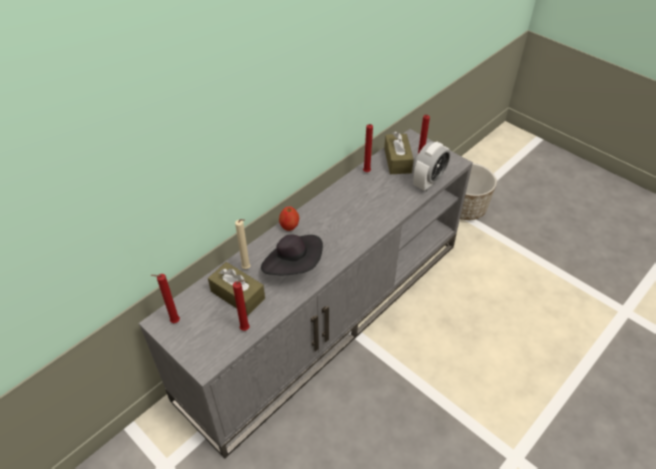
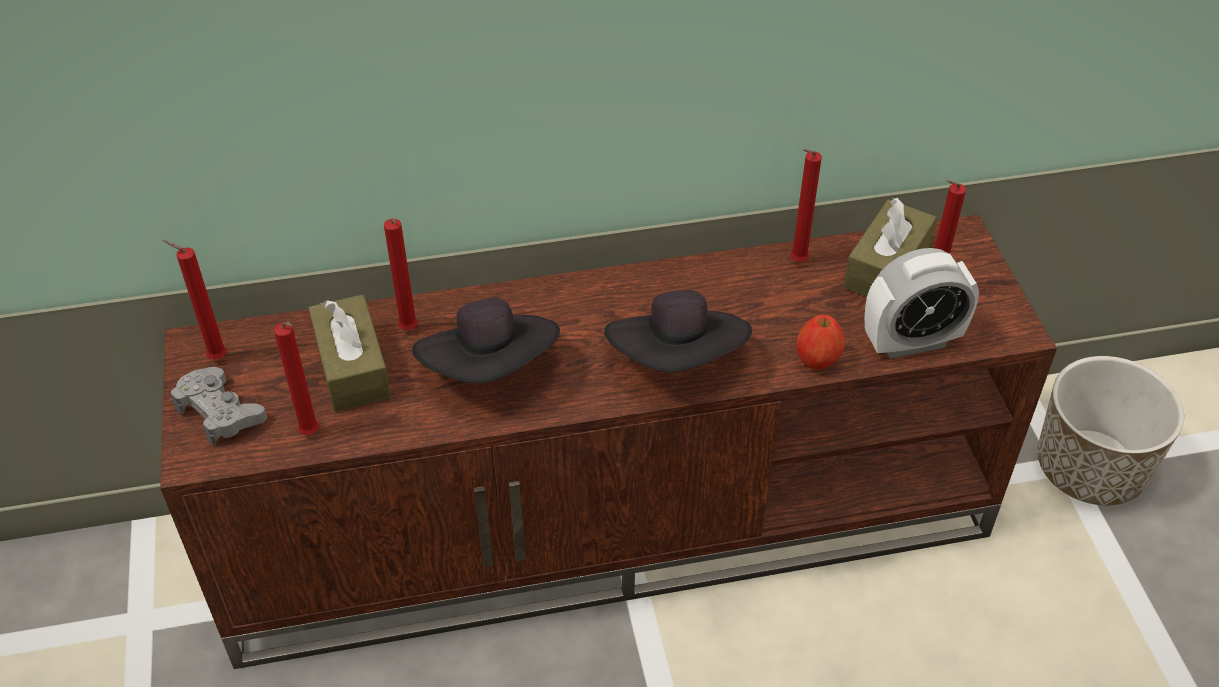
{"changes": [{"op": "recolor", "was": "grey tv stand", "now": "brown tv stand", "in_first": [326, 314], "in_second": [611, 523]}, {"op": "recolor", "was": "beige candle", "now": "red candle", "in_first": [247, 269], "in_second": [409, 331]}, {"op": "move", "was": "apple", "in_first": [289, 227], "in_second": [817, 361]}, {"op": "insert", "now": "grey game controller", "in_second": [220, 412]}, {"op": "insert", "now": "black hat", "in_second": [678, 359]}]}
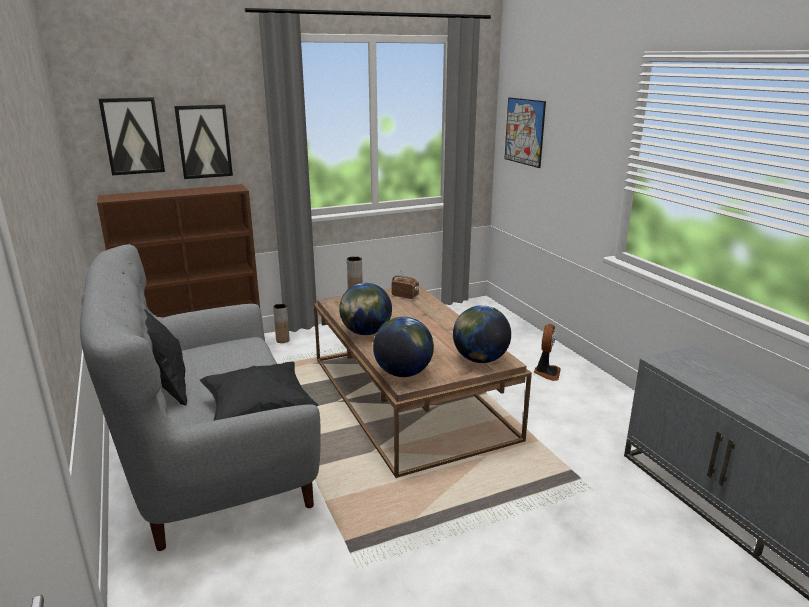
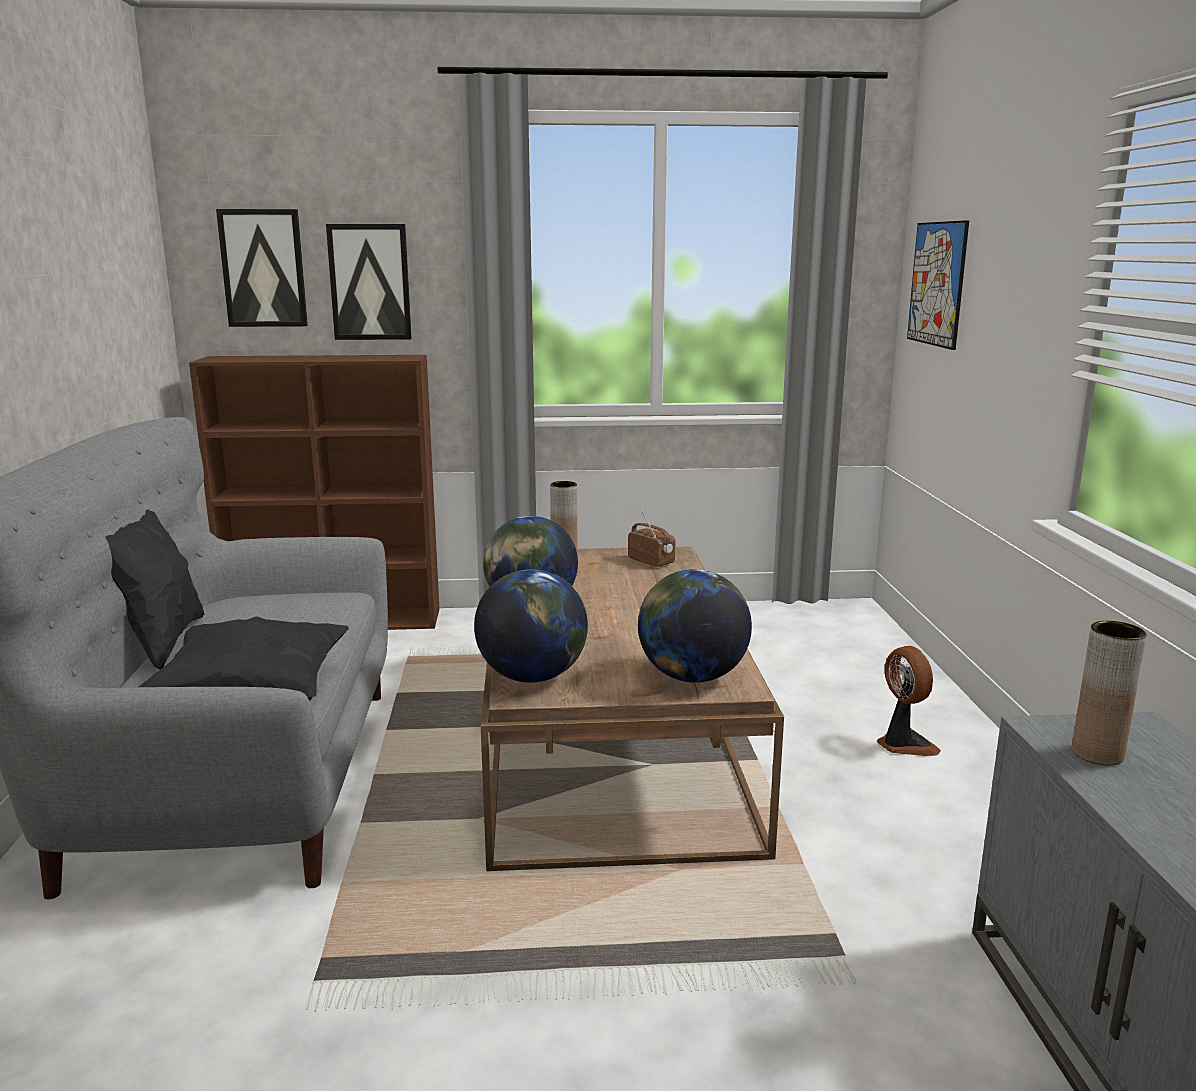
{"changes": [{"op": "move", "was": "brown vase", "in_first": [282, 340], "in_second": [1097, 754]}, {"op": "rotate", "was": "fan", "in_first": [546, 372], "in_second": [903, 744], "clockwise": -60}]}
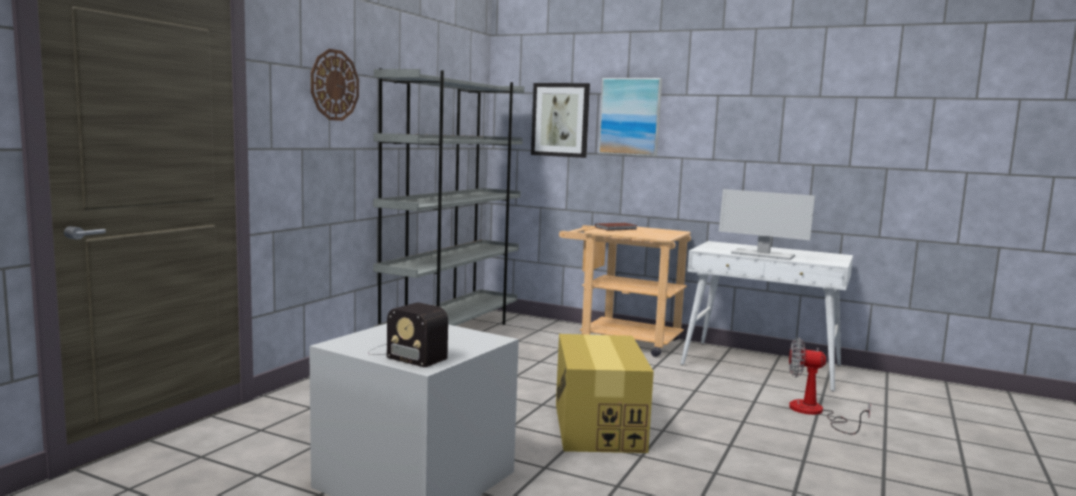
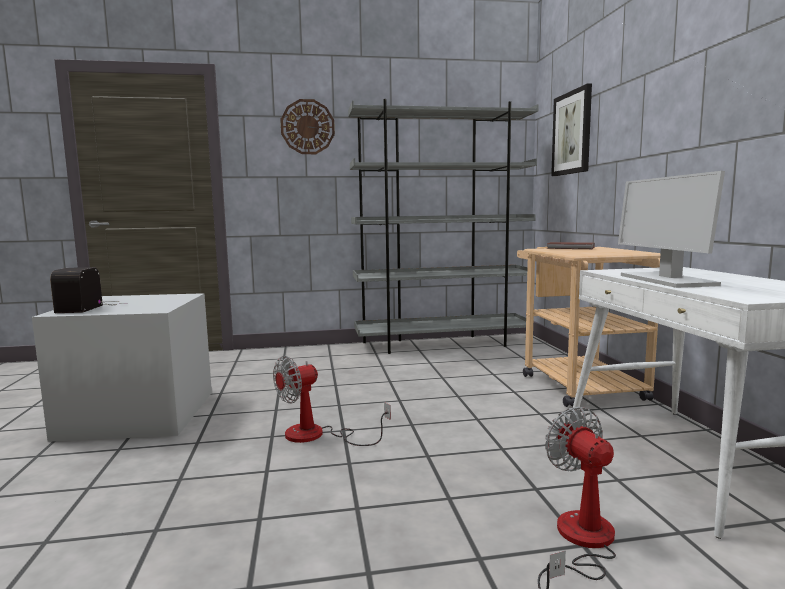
{"changes": [{"op": "replace", "was": "cardboard box", "now": "fan", "in_first": [598, 426], "in_second": [317, 435]}, {"op": "delete", "was": "picture", "in_first": [630, 116]}]}
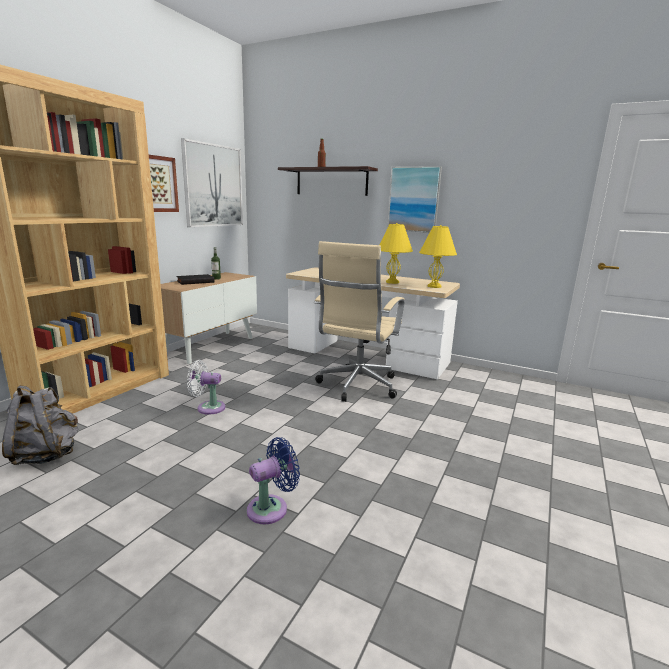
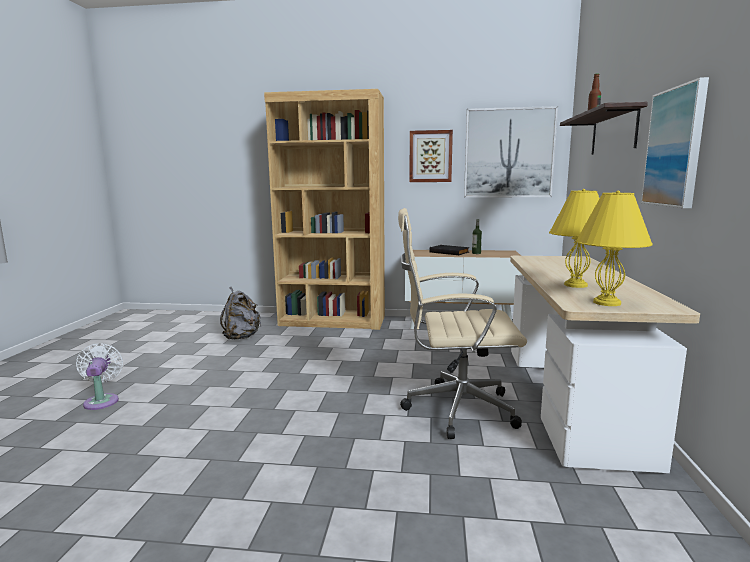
{"changes": [{"op": "move", "was": "white fan", "in_first": [208, 407], "in_second": [102, 400]}, {"op": "delete", "was": "blue fan", "in_first": [271, 508]}]}
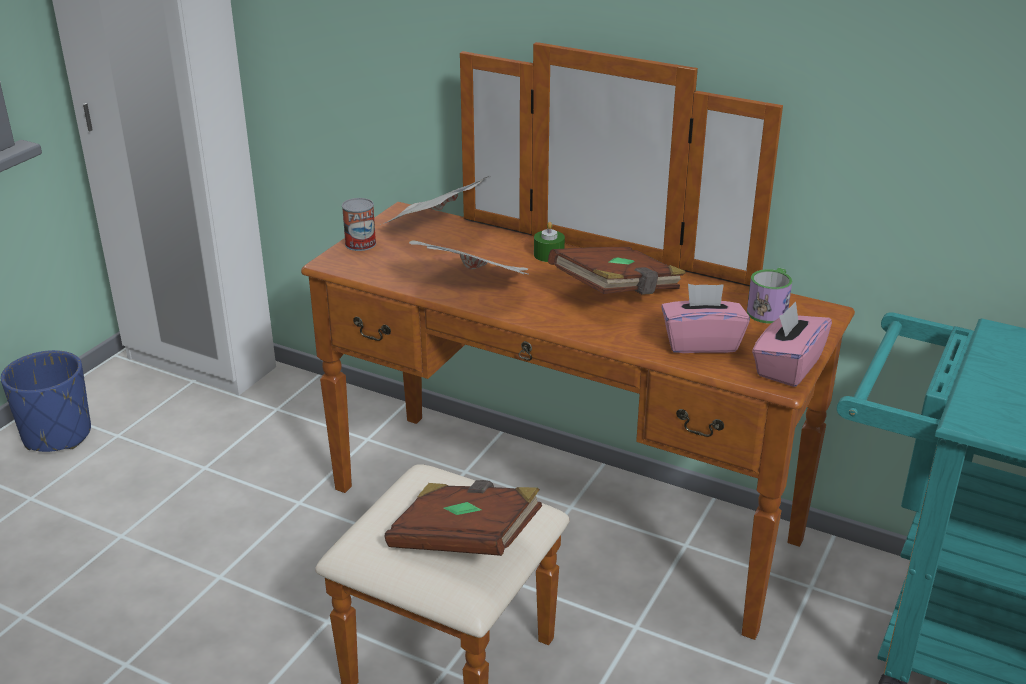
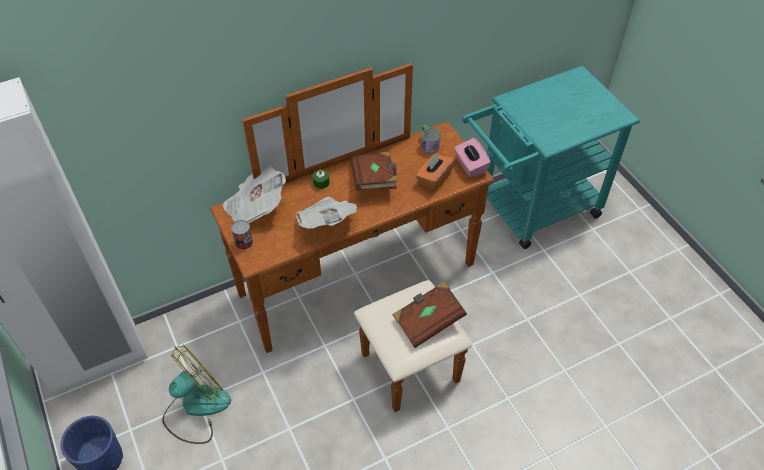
{"changes": [{"op": "recolor", "was": "pink tissue box", "now": "orange tissue box", "in_first": [701, 343], "in_second": [434, 179]}, {"op": "insert", "now": "fan", "in_second": [196, 408]}]}
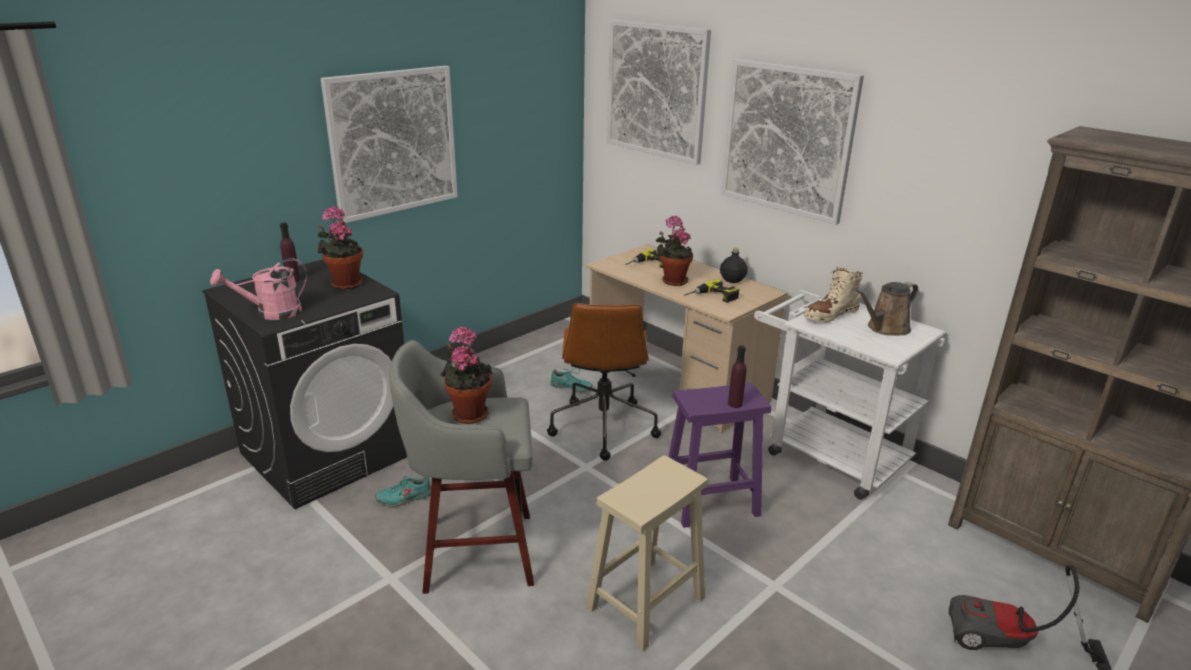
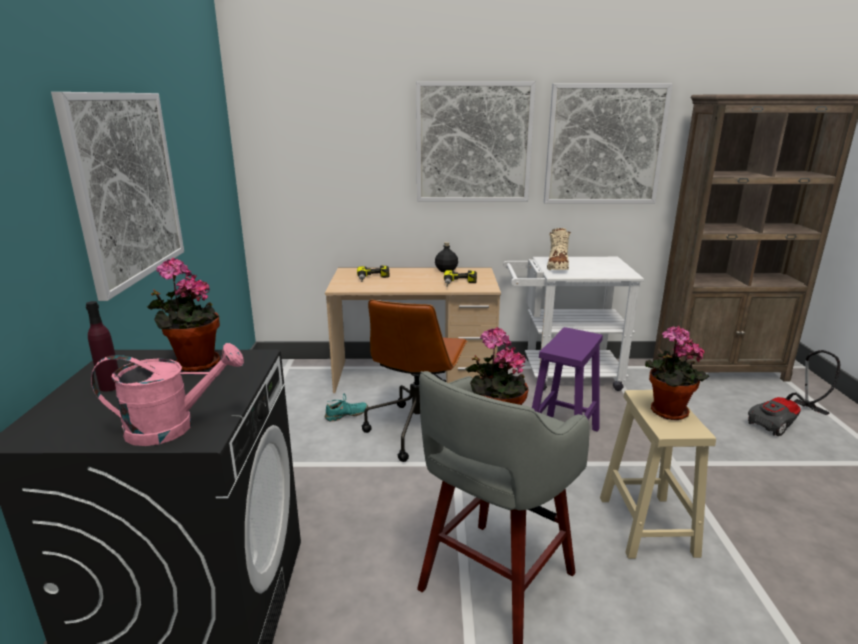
{"changes": [{"op": "rotate", "was": "pink watering can", "in_first": [271, 313], "in_second": [173, 427], "clockwise": -120}, {"op": "delete", "was": "turquoise shoe", "in_first": [404, 498]}, {"op": "rotate", "was": "brown office chair", "in_first": [603, 426], "in_second": [417, 429], "clockwise": 60}, {"op": "move", "was": "picture", "in_first": [656, 90], "in_second": [604, 145]}, {"op": "move", "was": "potted plant", "in_first": [672, 281], "in_second": [666, 412]}, {"op": "delete", "was": "purple bottle", "in_first": [735, 404]}, {"op": "delete", "was": "brown watering can", "in_first": [885, 328]}]}
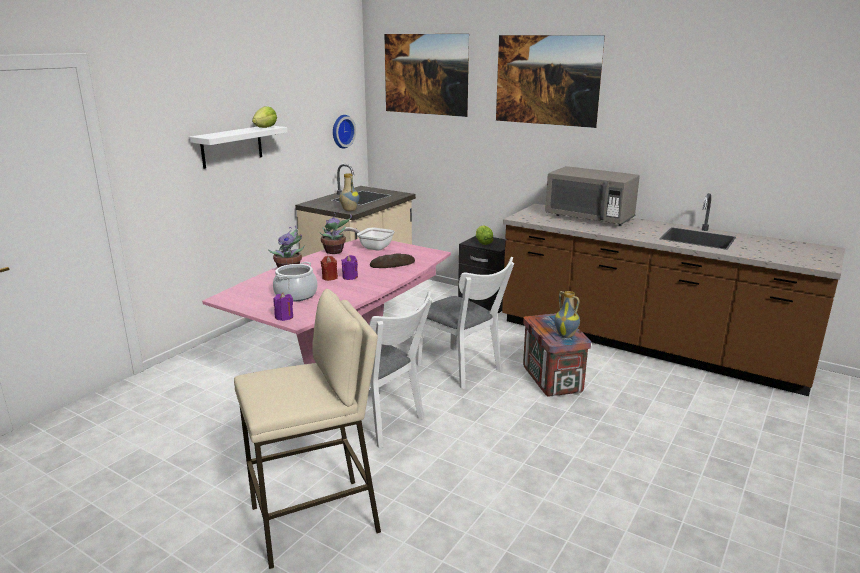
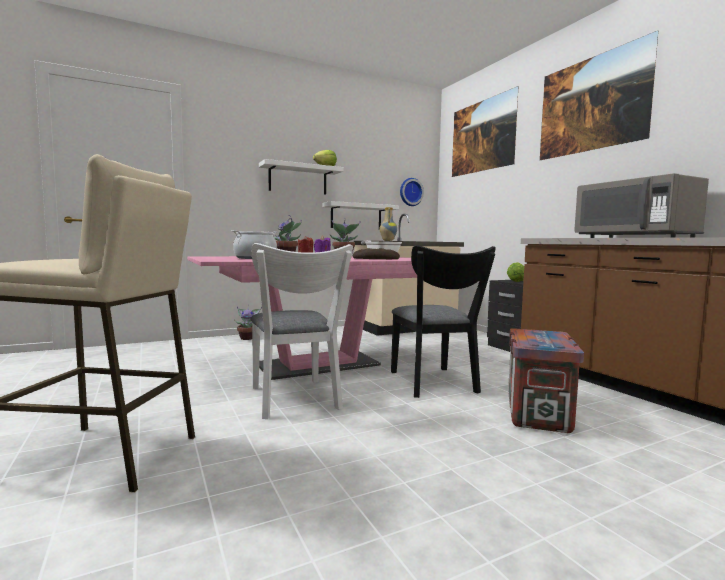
{"changes": [{"op": "delete", "was": "purple candle", "in_first": [284, 317]}, {"op": "recolor", "was": "white chair", "now": "black chair", "in_first": [462, 369], "in_second": [435, 384]}, {"op": "delete", "was": "vase", "in_first": [566, 335]}, {"op": "insert", "now": "potted plant", "in_second": [248, 338]}, {"op": "insert", "now": "white shelf", "in_second": [356, 216]}]}
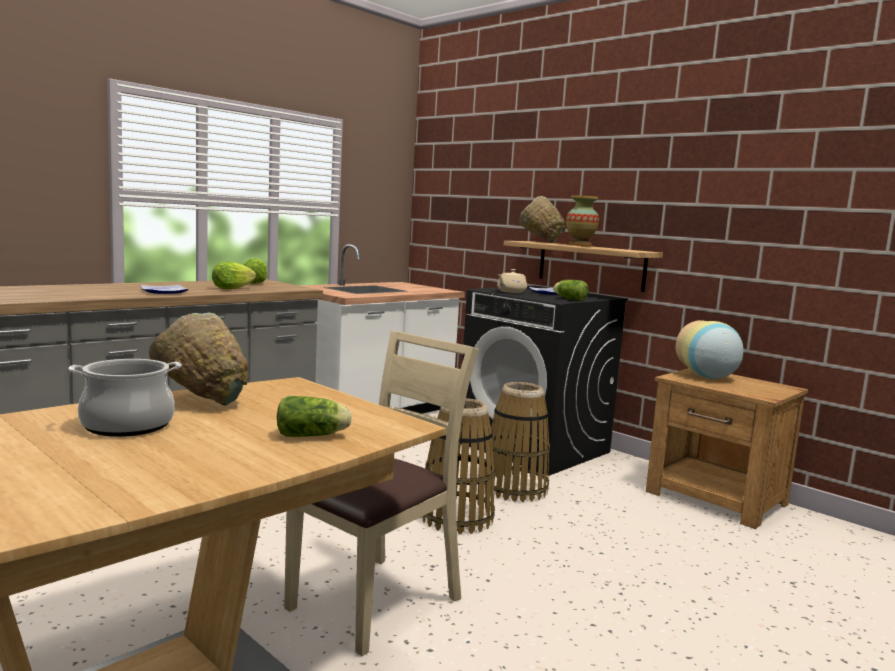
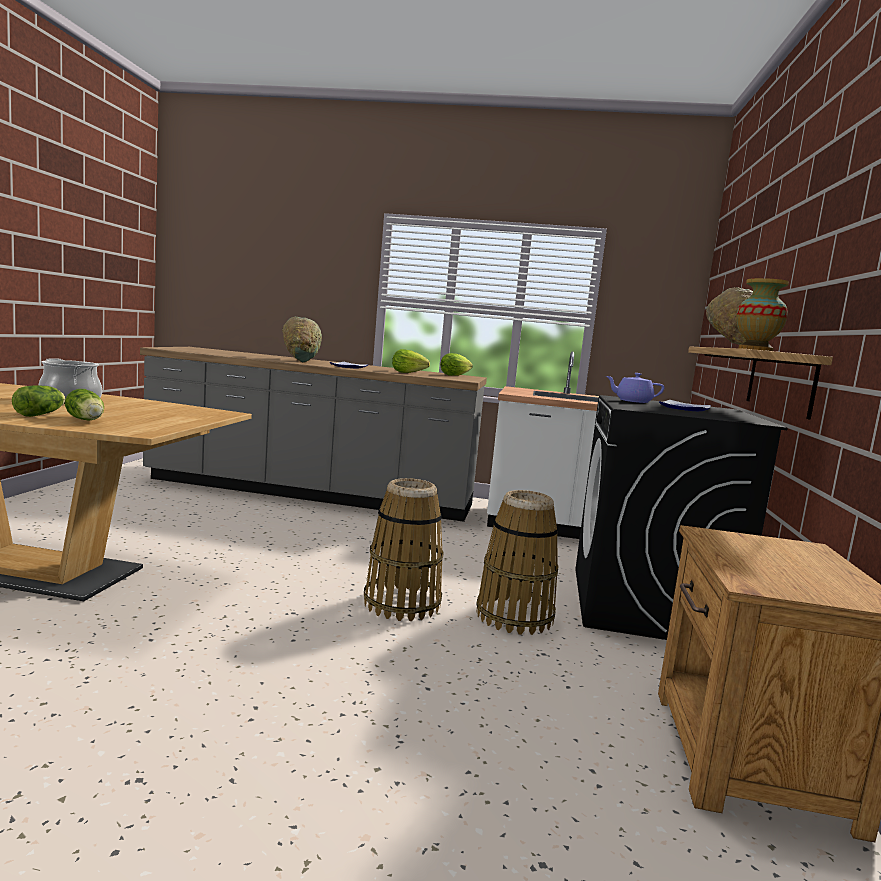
{"changes": [{"op": "move", "was": "green bowl", "in_first": [201, 402], "in_second": [300, 361]}, {"op": "delete", "was": "beige chair", "in_first": [375, 602]}, {"op": "recolor", "was": "beige teapot", "now": "purple teapot", "in_first": [511, 292], "in_second": [632, 401]}, {"op": "move", "was": "lettuce", "in_first": [569, 299], "in_second": [42, 414]}, {"op": "delete", "was": "vase", "in_first": [708, 377]}]}
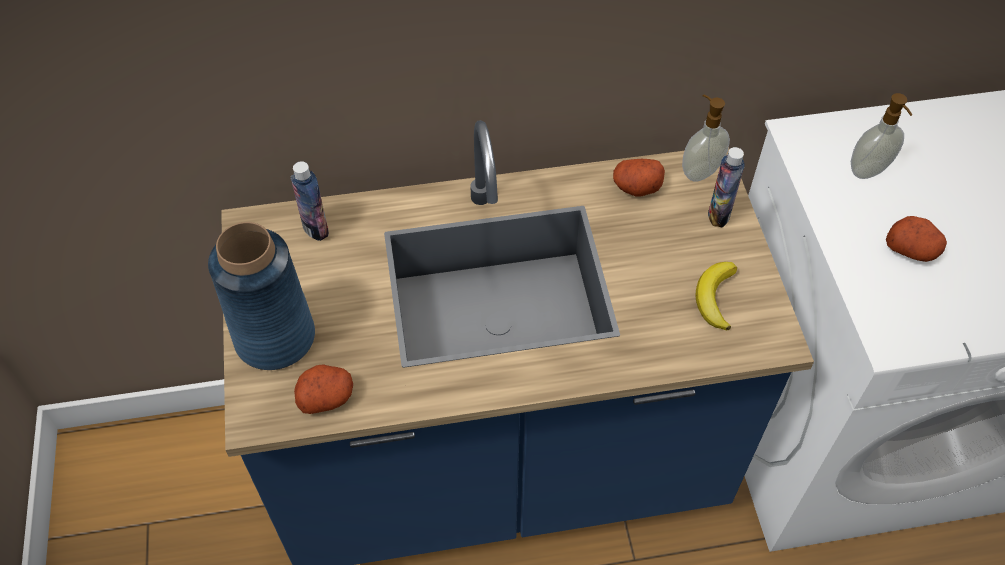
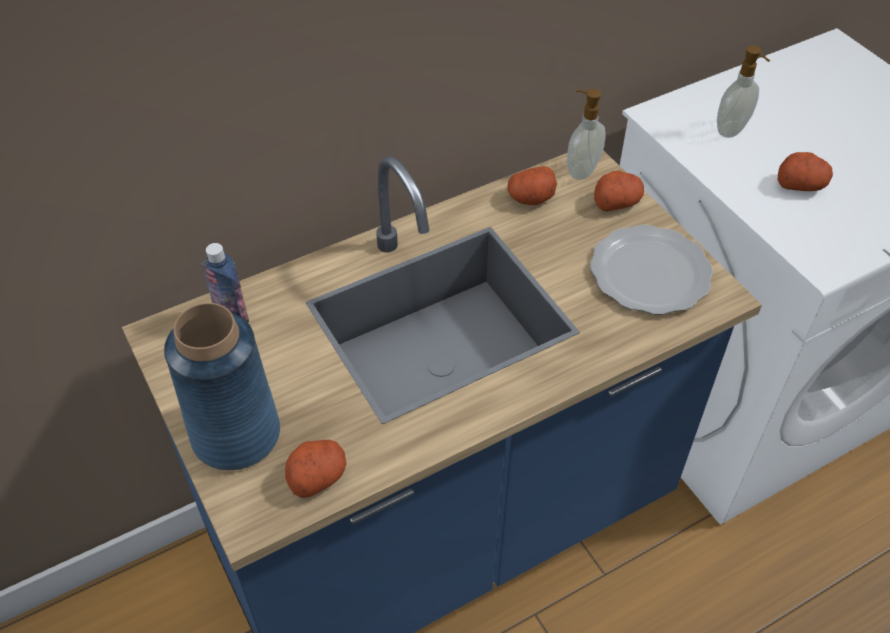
{"changes": [{"op": "replace", "was": "banana", "now": "plate", "in_first": [715, 297], "in_second": [649, 274]}, {"op": "replace", "was": "bottle", "now": "potato", "in_first": [719, 214], "in_second": [616, 202]}]}
